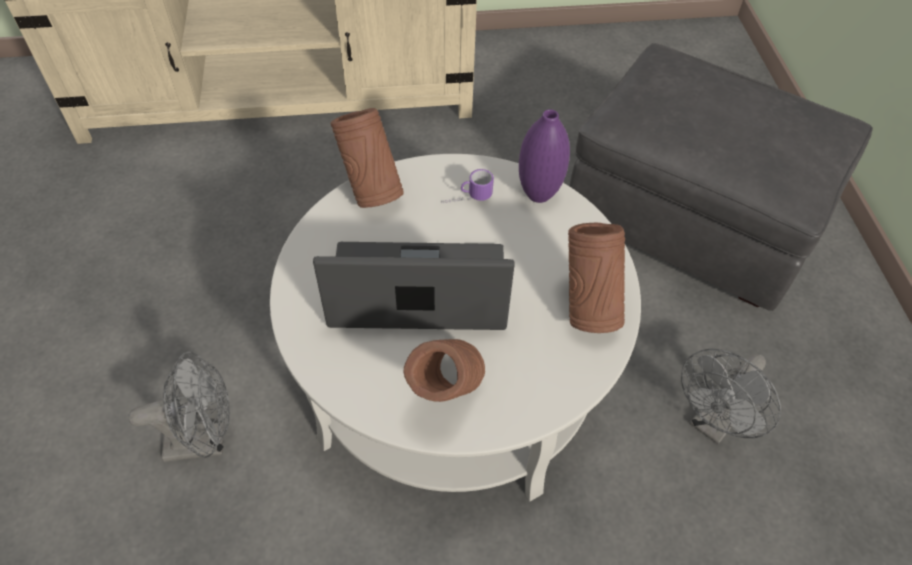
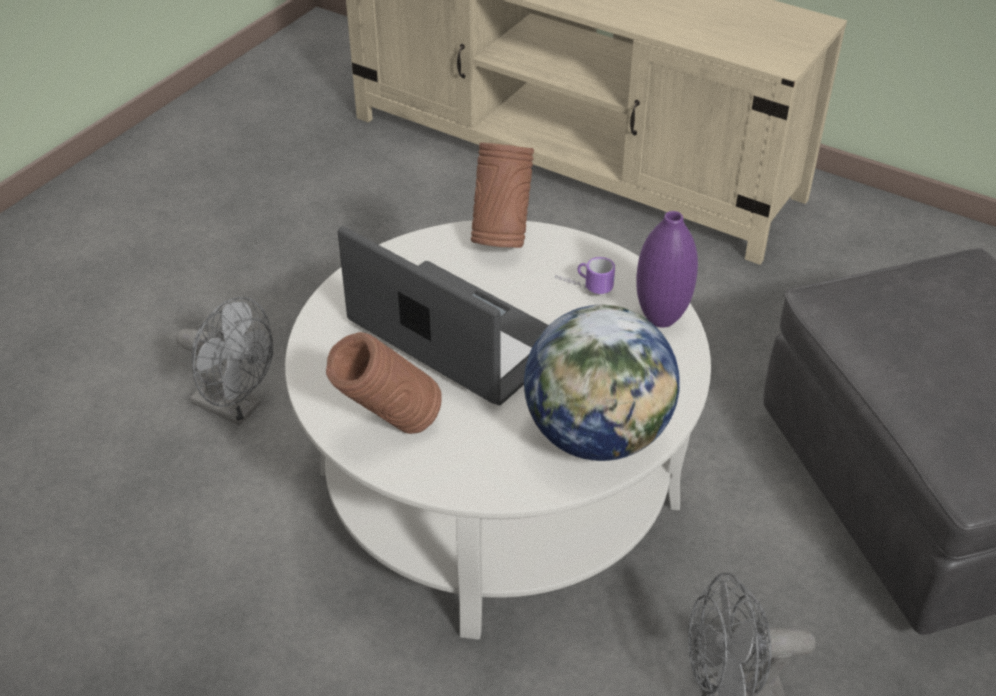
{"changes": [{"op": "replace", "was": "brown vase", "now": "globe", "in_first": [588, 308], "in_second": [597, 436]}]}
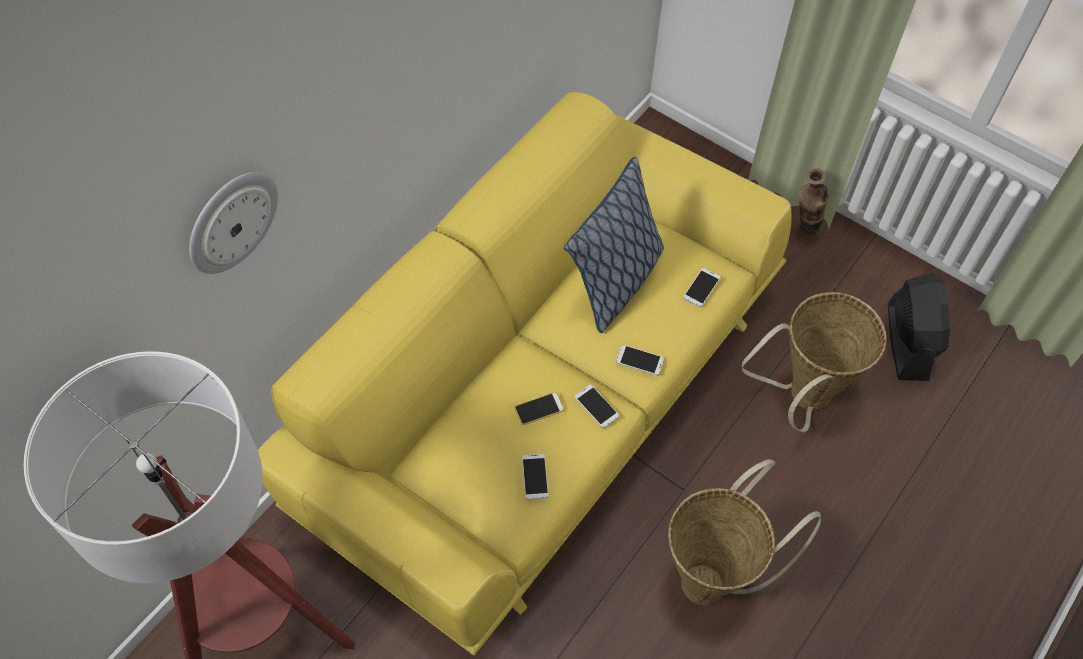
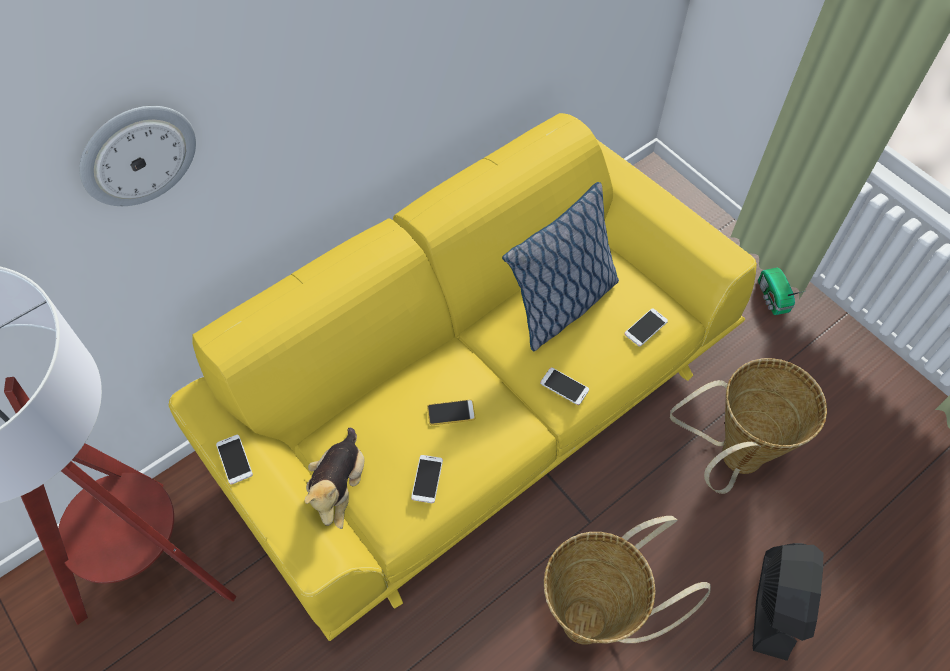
{"changes": [{"op": "move", "was": "phone", "in_first": [596, 406], "in_second": [234, 459]}, {"op": "replace", "was": "vase", "now": "radio", "in_first": [802, 233], "in_second": [772, 298]}, {"op": "move", "was": "black fan", "in_first": [907, 341], "in_second": [775, 604]}, {"op": "insert", "now": "plush toy", "in_second": [339, 489]}]}
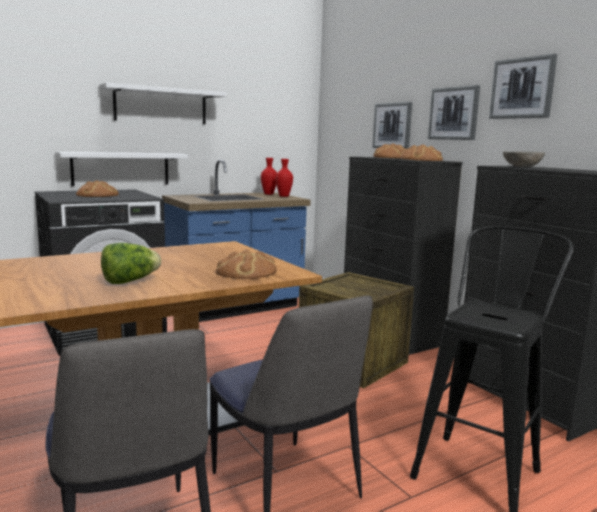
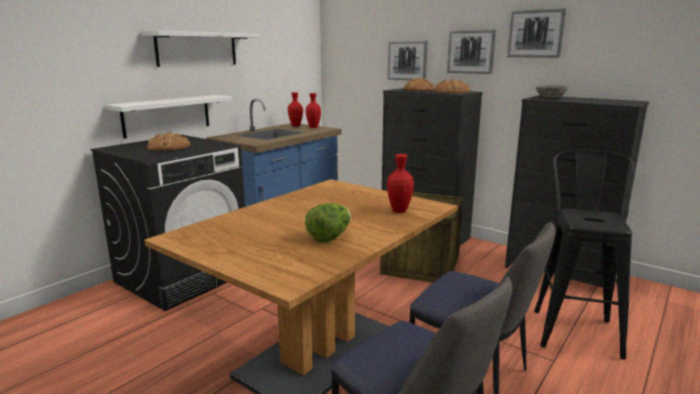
{"changes": [{"op": "replace", "was": "bread", "now": "red vase", "in_first": [246, 272], "in_second": [399, 211]}]}
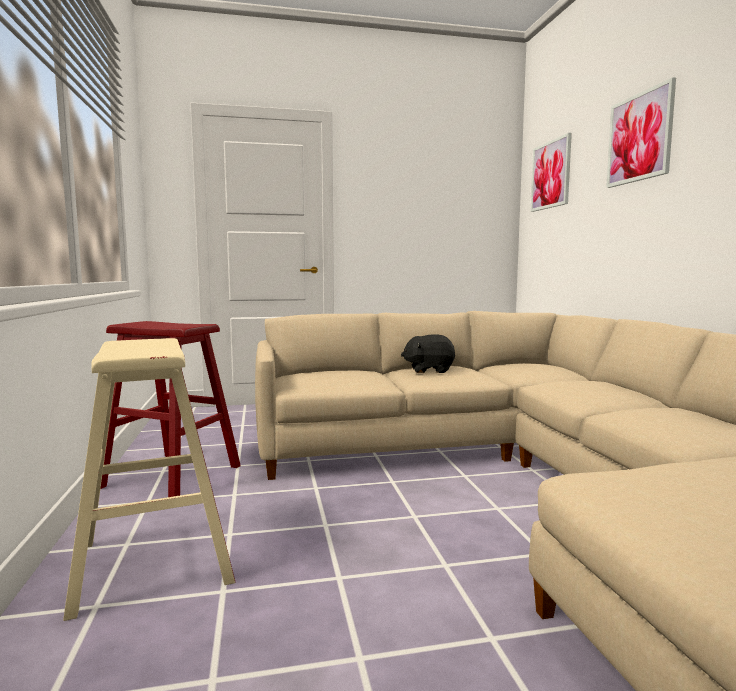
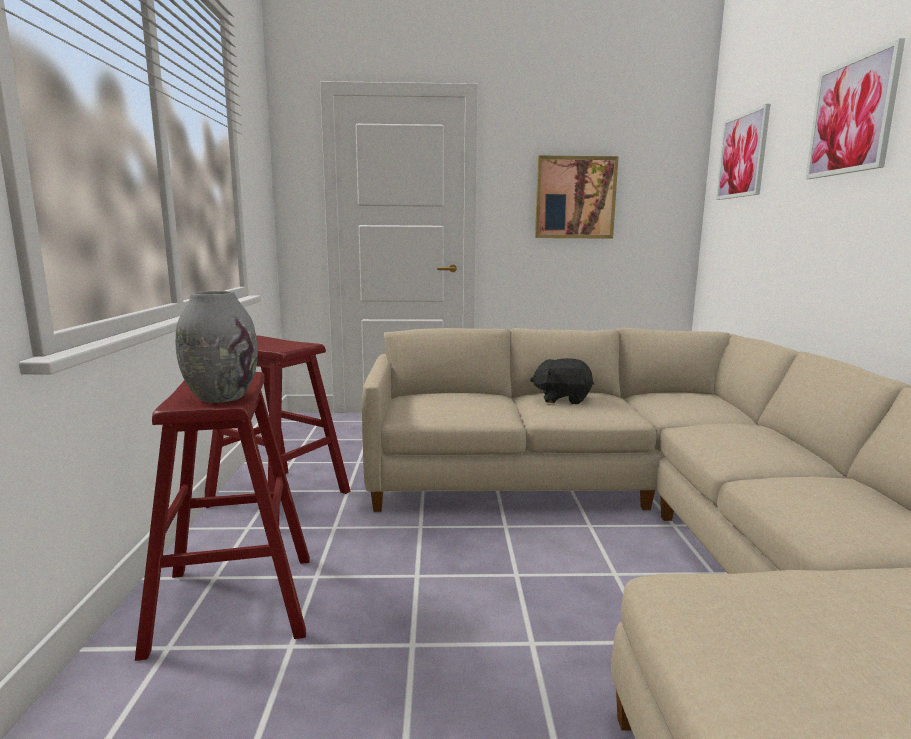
{"changes": [{"op": "recolor", "was": "beige stool", "now": "red stool", "in_first": [153, 562], "in_second": [234, 602]}, {"op": "insert", "now": "grey vase", "in_second": [221, 396]}, {"op": "insert", "now": "picture", "in_second": [575, 198]}]}
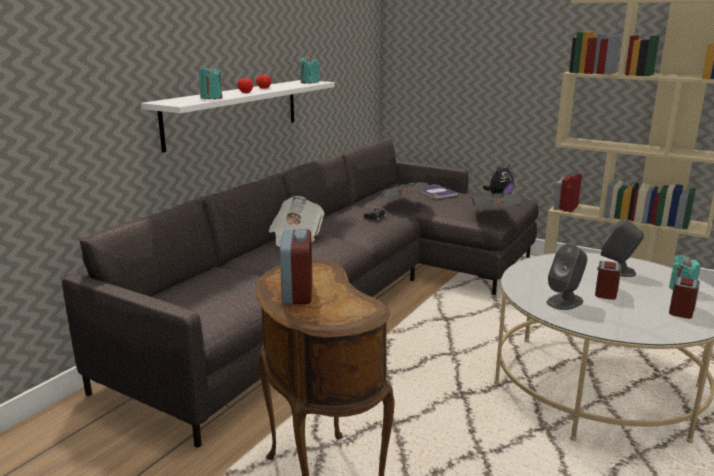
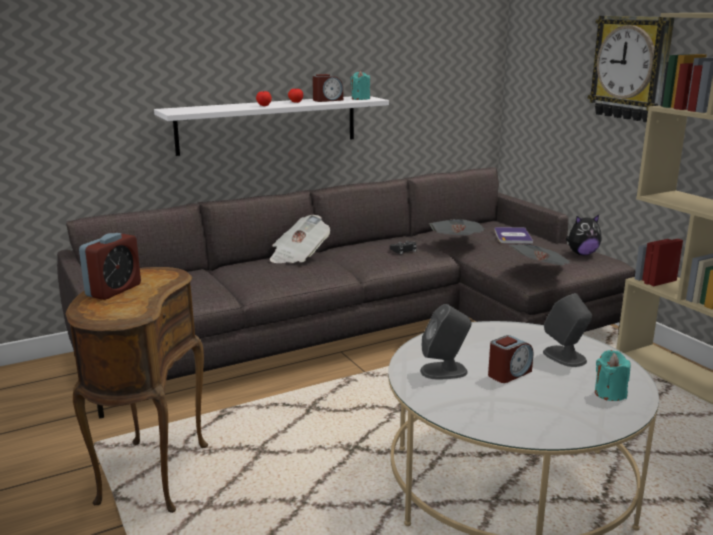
{"changes": [{"op": "delete", "was": "turquoise candle", "in_first": [211, 98]}, {"op": "move", "was": "alarm clock", "in_first": [681, 310], "in_second": [327, 100]}, {"op": "insert", "now": "wall clock", "in_second": [631, 68]}]}
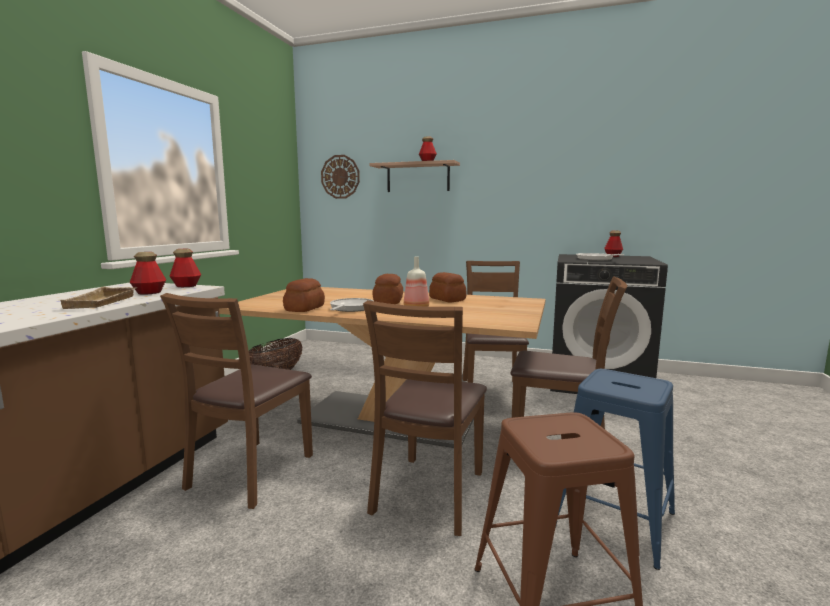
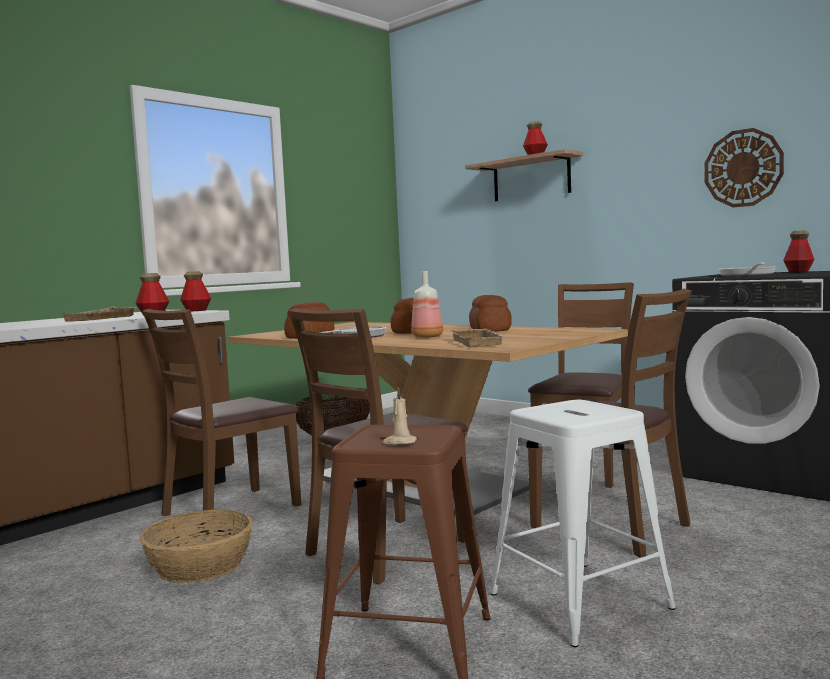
{"changes": [{"op": "move", "was": "wall clock", "in_first": [340, 177], "in_second": [743, 168]}, {"op": "recolor", "was": "blue stool", "now": "white stool", "in_first": [614, 519], "in_second": [580, 601]}, {"op": "insert", "now": "basket", "in_second": [200, 565]}, {"op": "insert", "now": "beige candle", "in_second": [399, 442]}, {"op": "insert", "now": "beige tray", "in_second": [480, 343]}]}
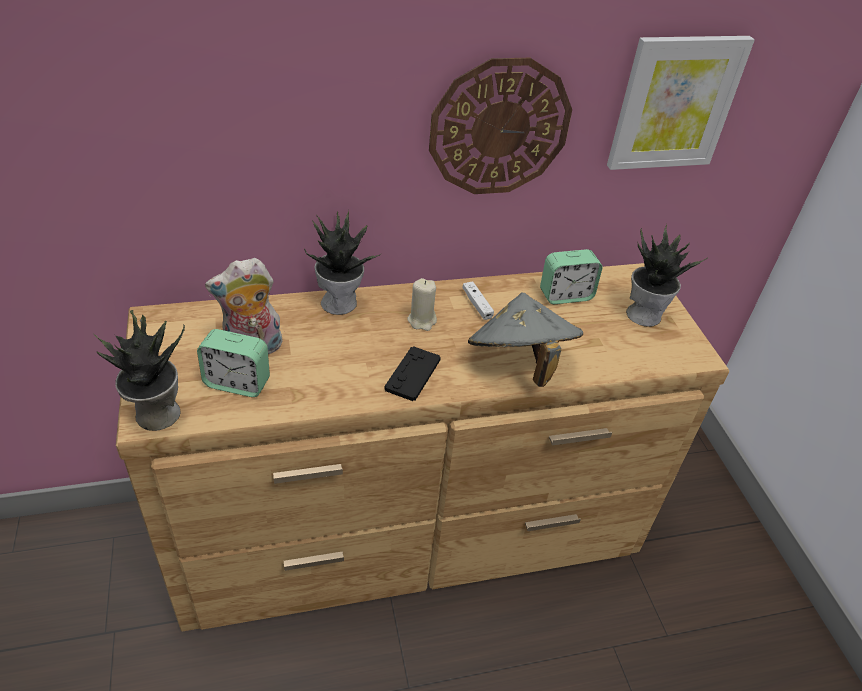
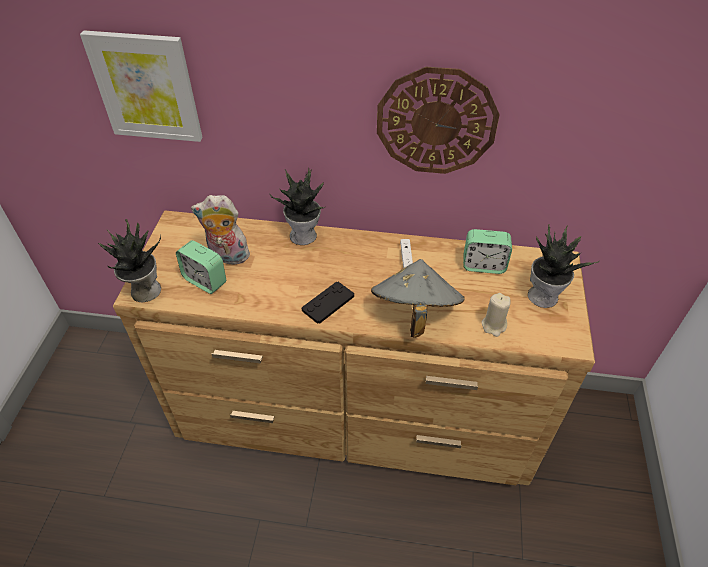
{"changes": [{"op": "move", "was": "beige candle", "in_first": [422, 320], "in_second": [494, 325]}, {"op": "move", "was": "picture", "in_first": [674, 103], "in_second": [146, 87]}]}
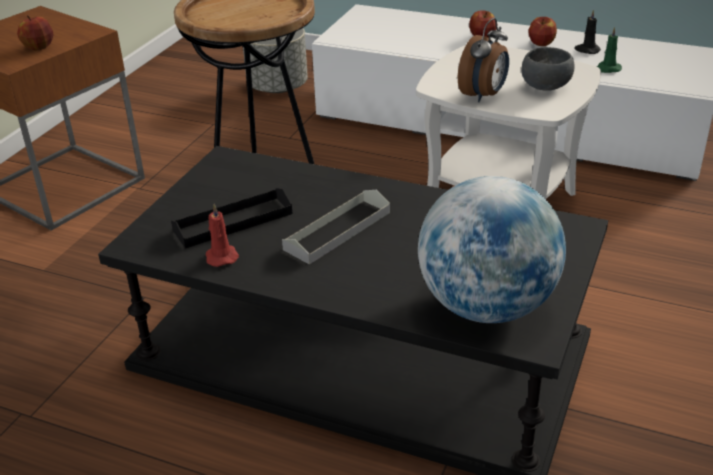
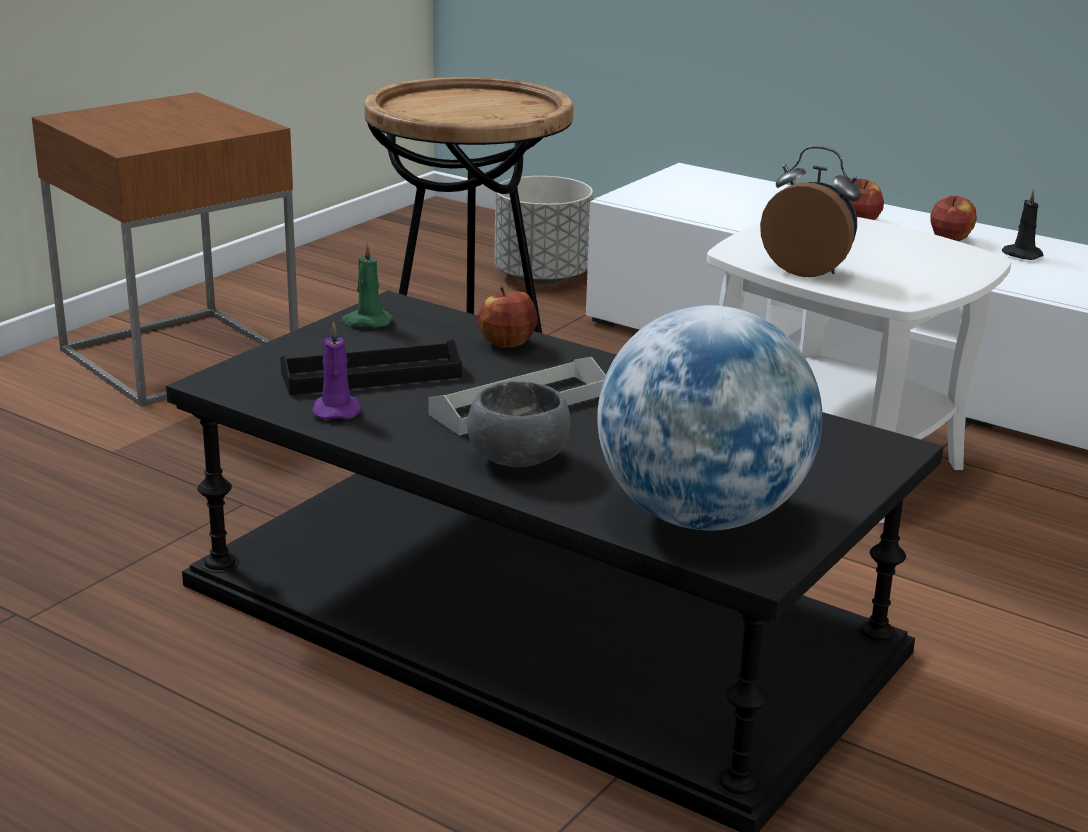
{"changes": [{"op": "move", "was": "apple", "in_first": [39, 48], "in_second": [507, 344]}, {"op": "recolor", "was": "red candle", "now": "purple candle", "in_first": [221, 256], "in_second": [336, 410]}, {"op": "rotate", "was": "alarm clock", "in_first": [484, 95], "in_second": [808, 270], "clockwise": -105}, {"op": "move", "was": "grey bowl", "in_first": [547, 87], "in_second": [521, 460]}, {"op": "move", "was": "green candle", "in_first": [607, 69], "in_second": [366, 322]}]}
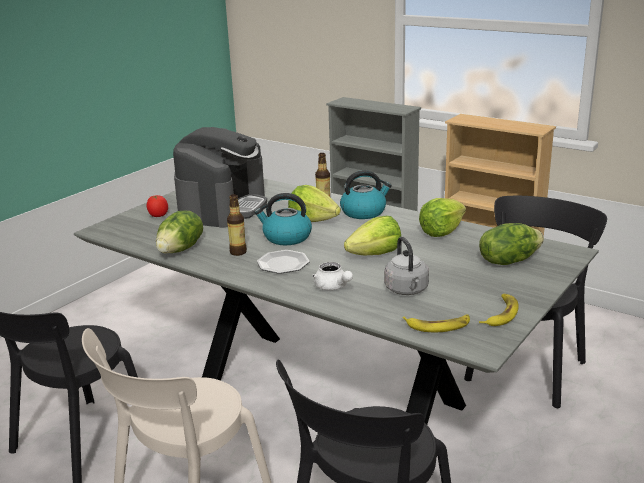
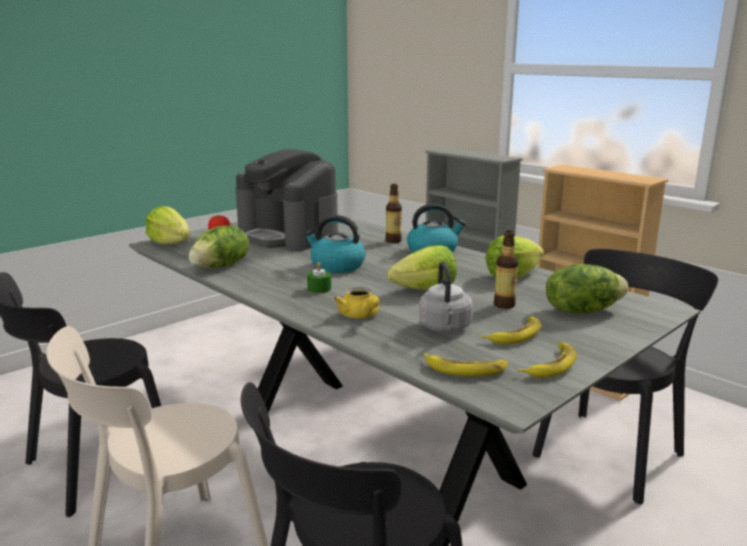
{"changes": [{"op": "rotate", "was": "coffee machine", "in_first": [223, 207], "in_second": [288, 235], "clockwise": 105}, {"op": "move", "was": "bottle", "in_first": [238, 252], "in_second": [504, 305]}, {"op": "replace", "was": "plate", "now": "green candle", "in_first": [283, 264], "in_second": [319, 289]}, {"op": "move", "was": "lettuce", "in_first": [313, 220], "in_second": [170, 243]}, {"op": "recolor", "was": "white teapot", "now": "yellow teapot", "in_first": [333, 287], "in_second": [360, 316]}, {"op": "insert", "now": "banana", "in_second": [515, 335]}]}
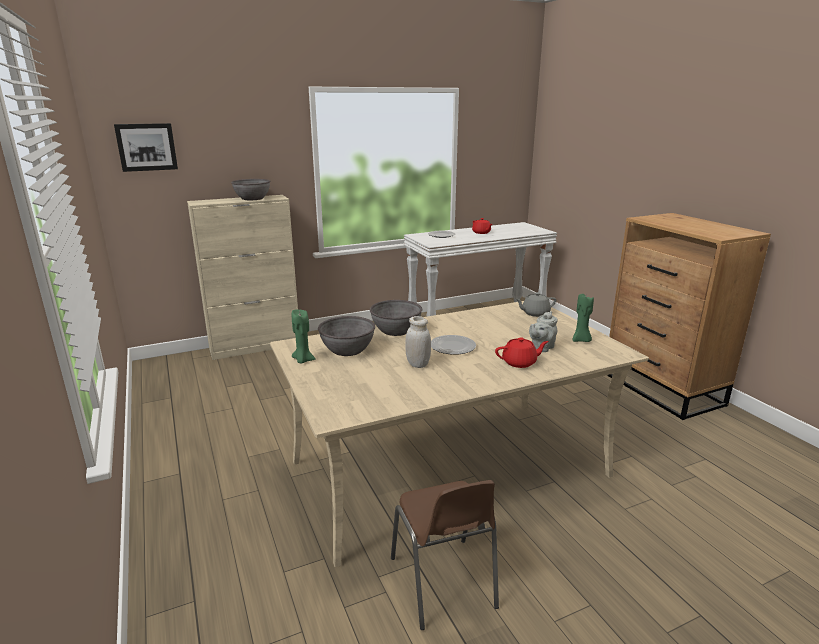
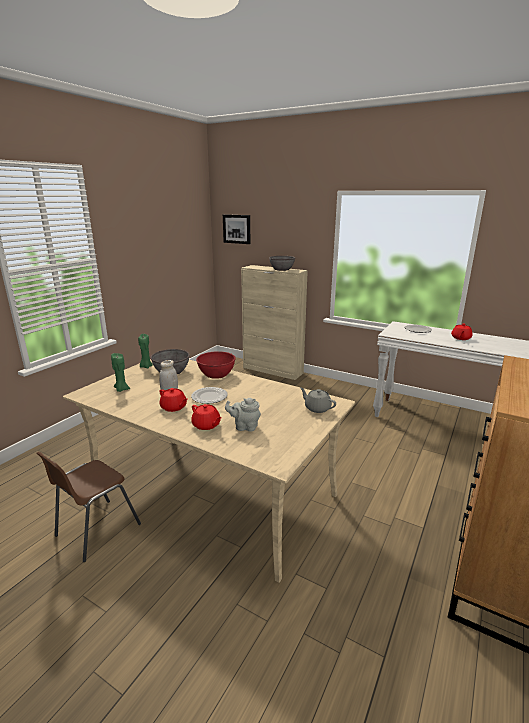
{"changes": [{"op": "recolor", "was": "grey bowl", "now": "red bowl", "in_first": [396, 330], "in_second": [216, 374]}, {"op": "move", "was": "green candle", "in_first": [581, 340], "in_second": [121, 389]}, {"op": "insert", "now": "red teapot", "in_second": [174, 407]}]}
